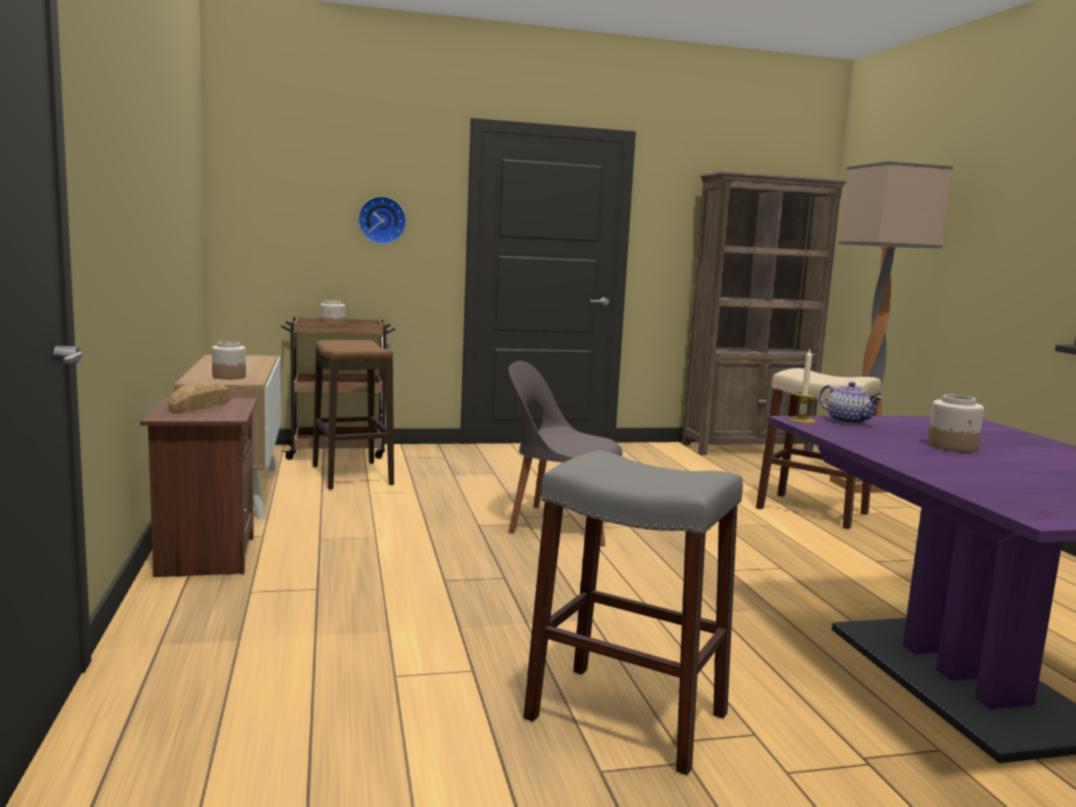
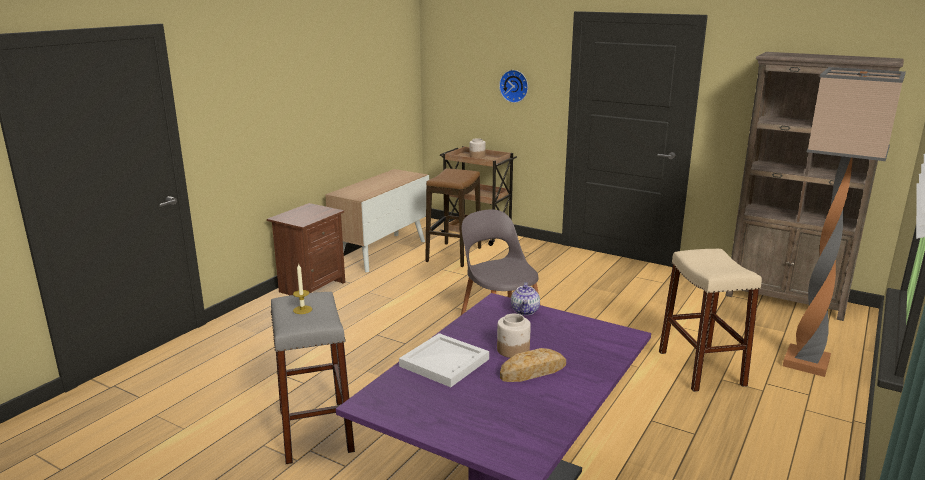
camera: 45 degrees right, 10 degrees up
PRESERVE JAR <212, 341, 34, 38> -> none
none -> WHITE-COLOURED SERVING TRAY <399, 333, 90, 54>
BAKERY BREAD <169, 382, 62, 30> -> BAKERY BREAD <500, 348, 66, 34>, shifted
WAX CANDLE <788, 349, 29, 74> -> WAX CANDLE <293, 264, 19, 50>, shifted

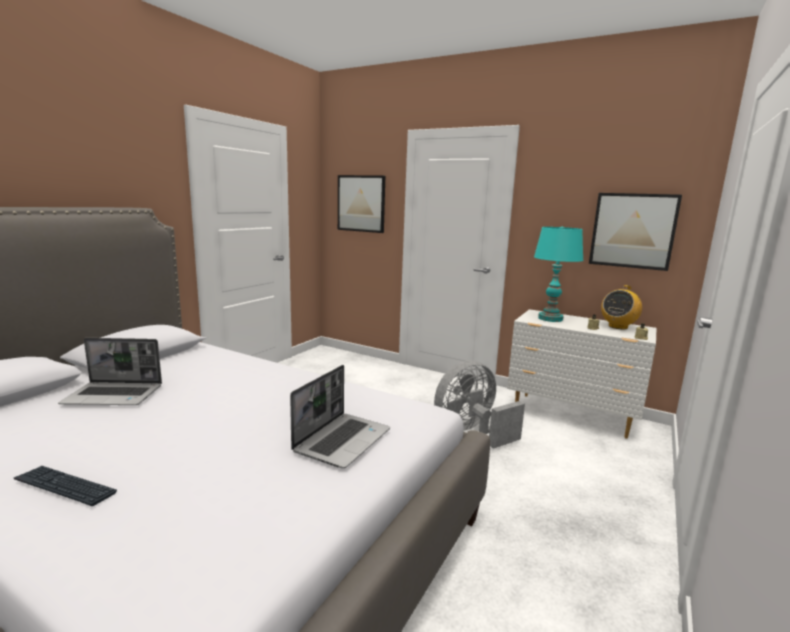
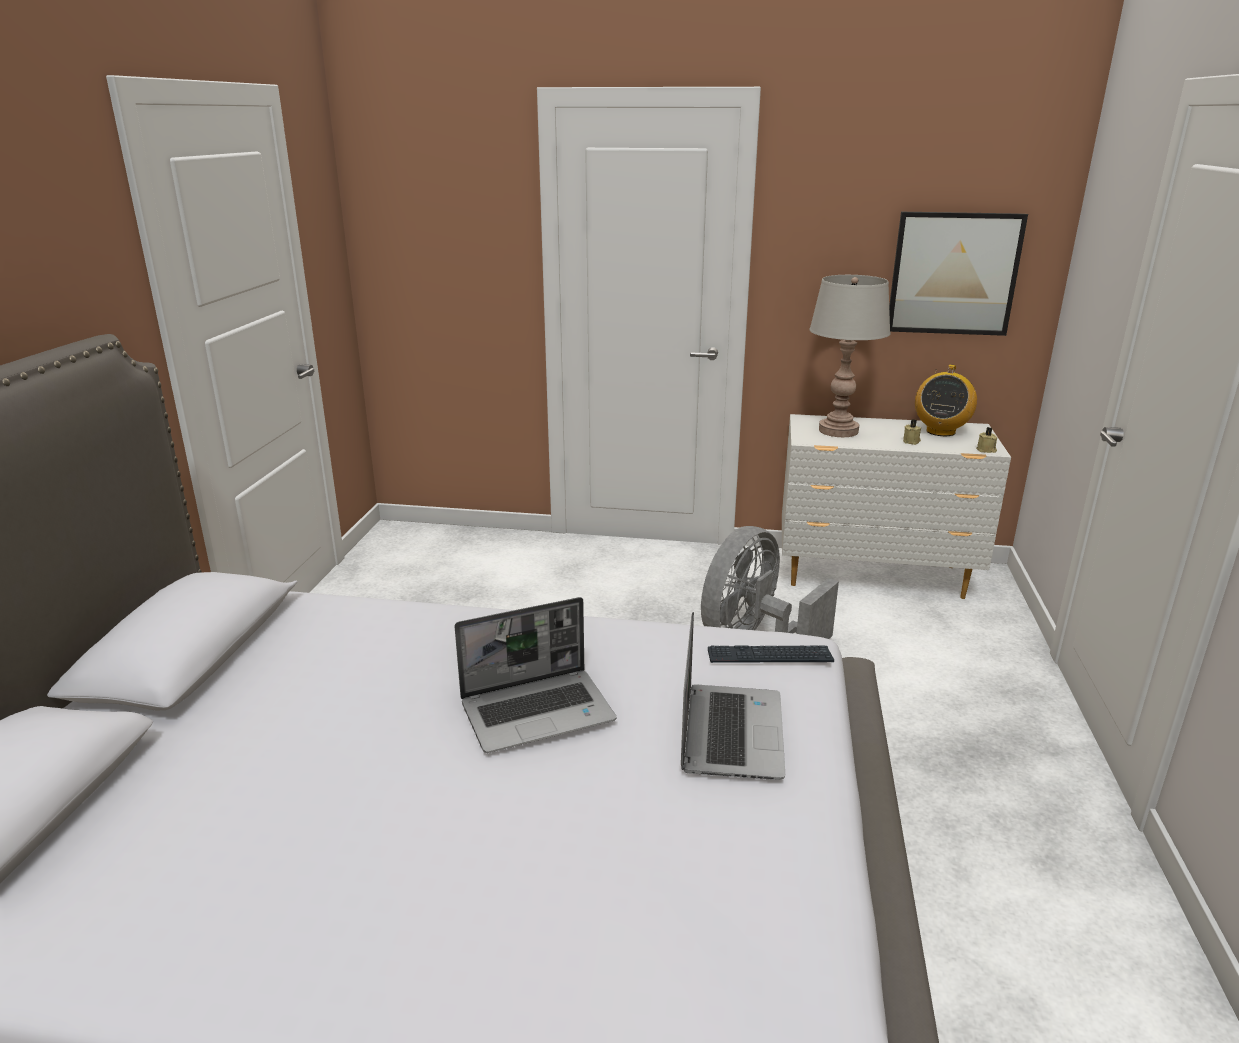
camera: 20 degrees left, 10 degrees up
WALL ART <338, 175, 47, 58> -> none
PC KEYBOARD <14, 466, 103, 40> -> PC KEYBOARD <708, 645, 126, 18>, shifted
NOTEBOOK COMPUTER <58, 338, 104, 67> -> NOTEBOOK COMPUTER <455, 597, 161, 156>, shifted
TURQUOISE-COLOURED TABLETOP LAMP <534, 227, 50, 95> -> GRAY TABLETOP LAMP <809, 275, 82, 162>

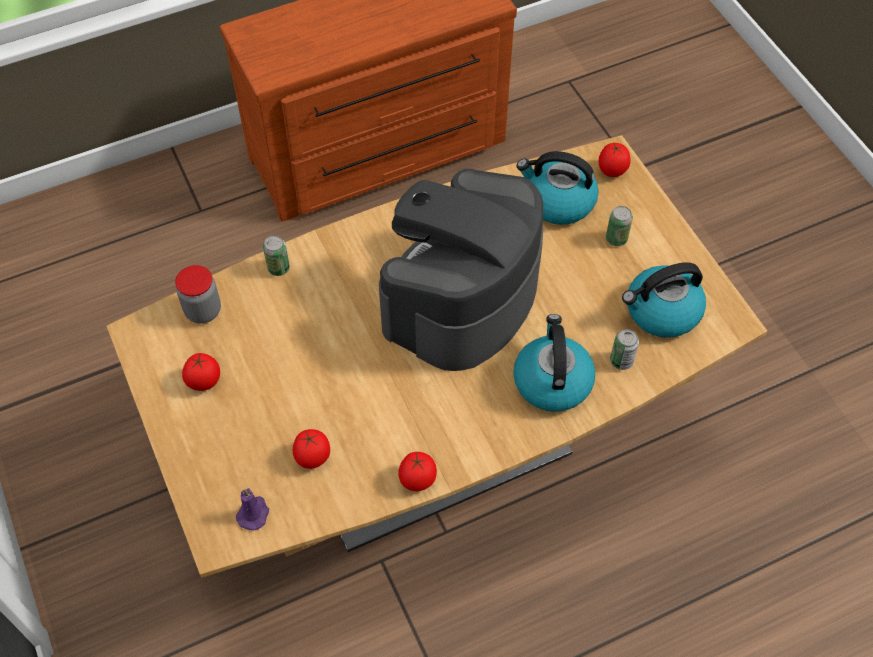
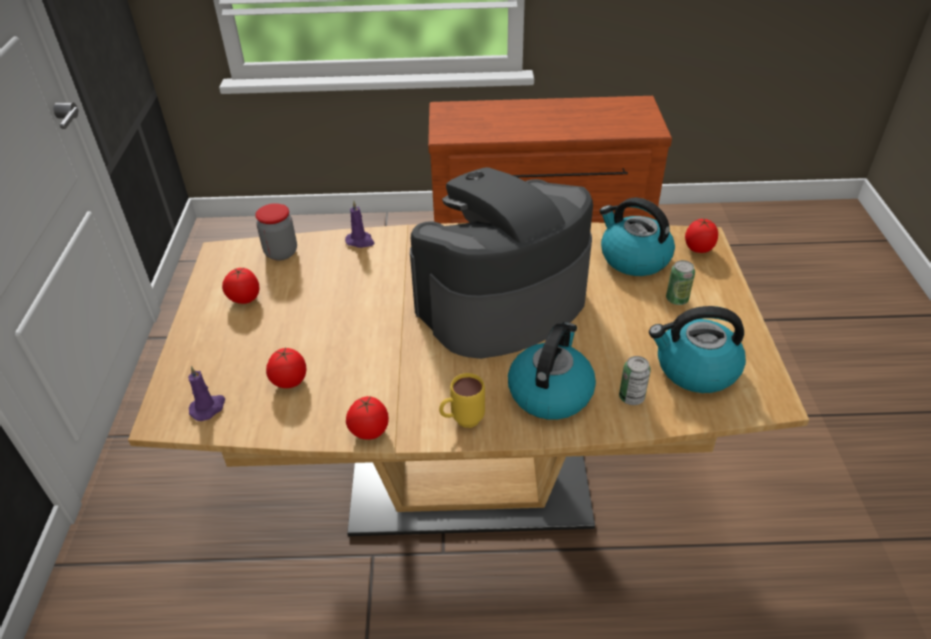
camera: 25 degrees right, 15 degrees down
none -> YELLOWISH COFFEE MUG <439, 373, 46, 55>
METAL CAN <263, 235, 27, 41> -> PURPLE WAX CANDLE <345, 201, 30, 47>

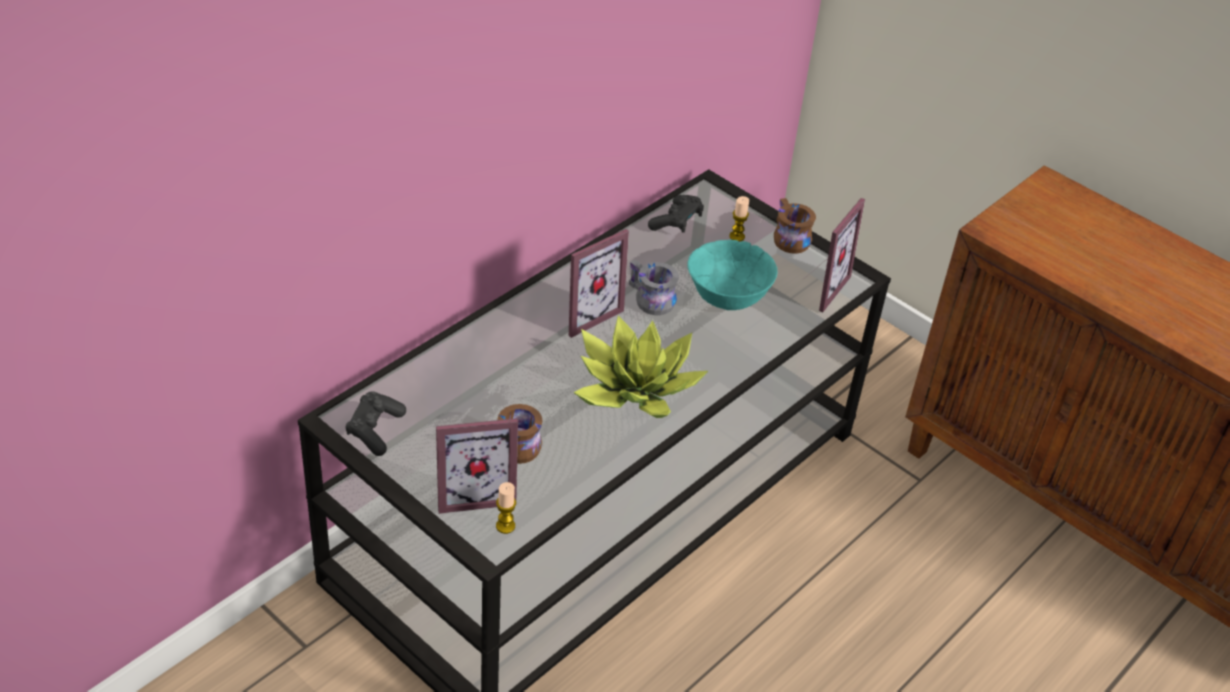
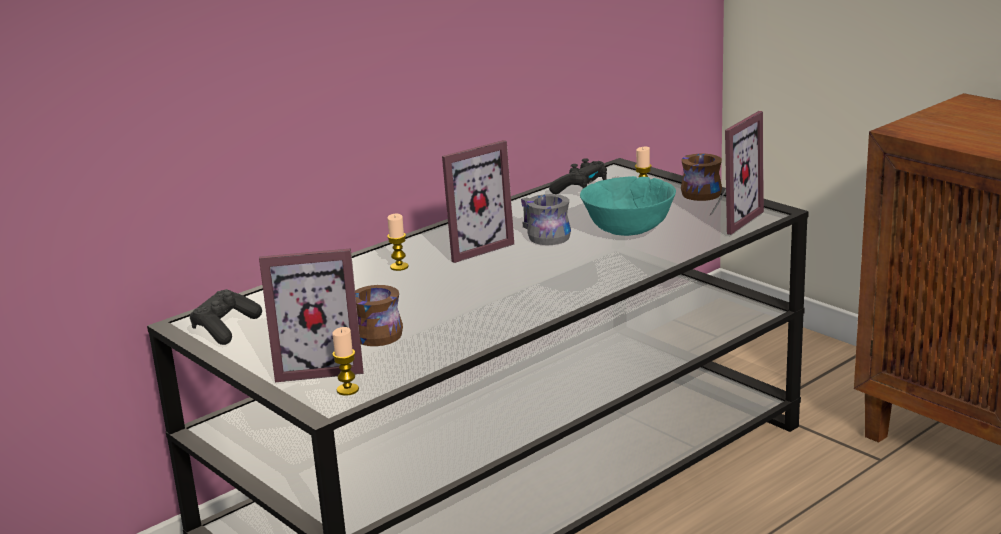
camera: 10 degrees right, 20 degrees down
HOUSEPLANT <573, 316, 135, 102> -> none
none -> WAX CANDLE <387, 214, 22, 57>

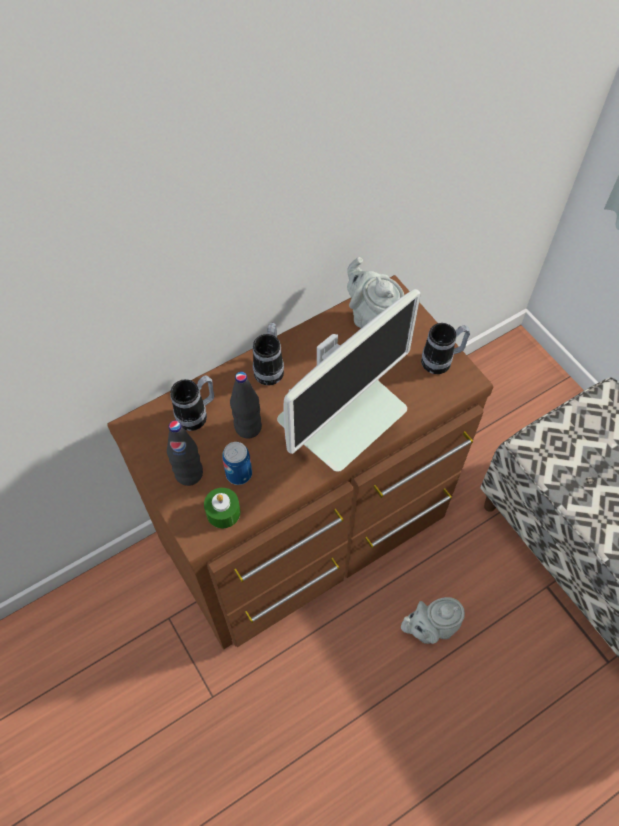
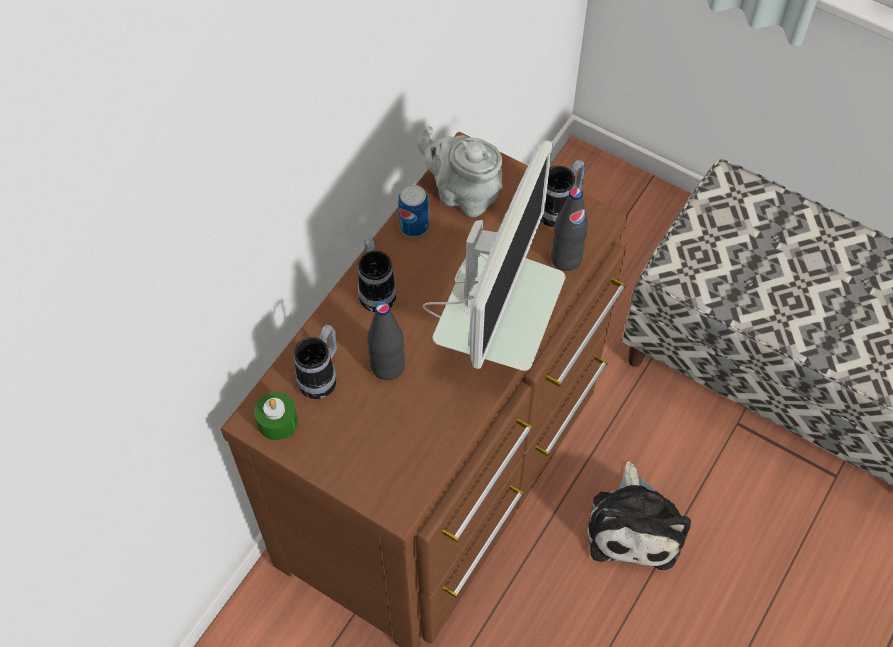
camera: 25 degrees left, 0 degrees up
BLACK DRINK BOTTLE <167, 420, 36, 66> -> BLACK DRINK BOTTLE <551, 187, 37, 84>, shifted
GREENISH WAX CANDLE <204, 488, 36, 40> -> GREENISH WAX CANDLE <254, 392, 44, 48>, shifted
METAL CAN <222, 442, 30, 43> -> METAL CAN <398, 185, 31, 52>, shifted
GRAY TEA POT <401, 597, 64, 47> -> CUDDLY TOY <587, 461, 104, 109>

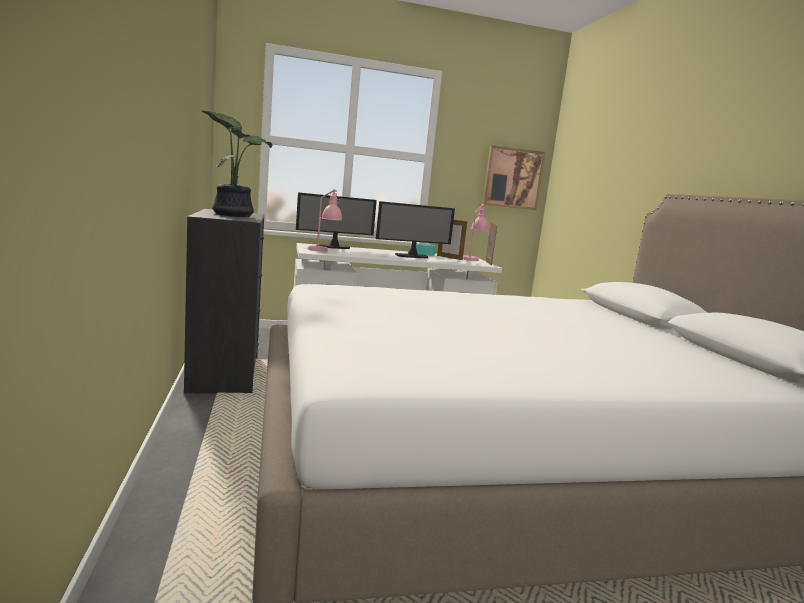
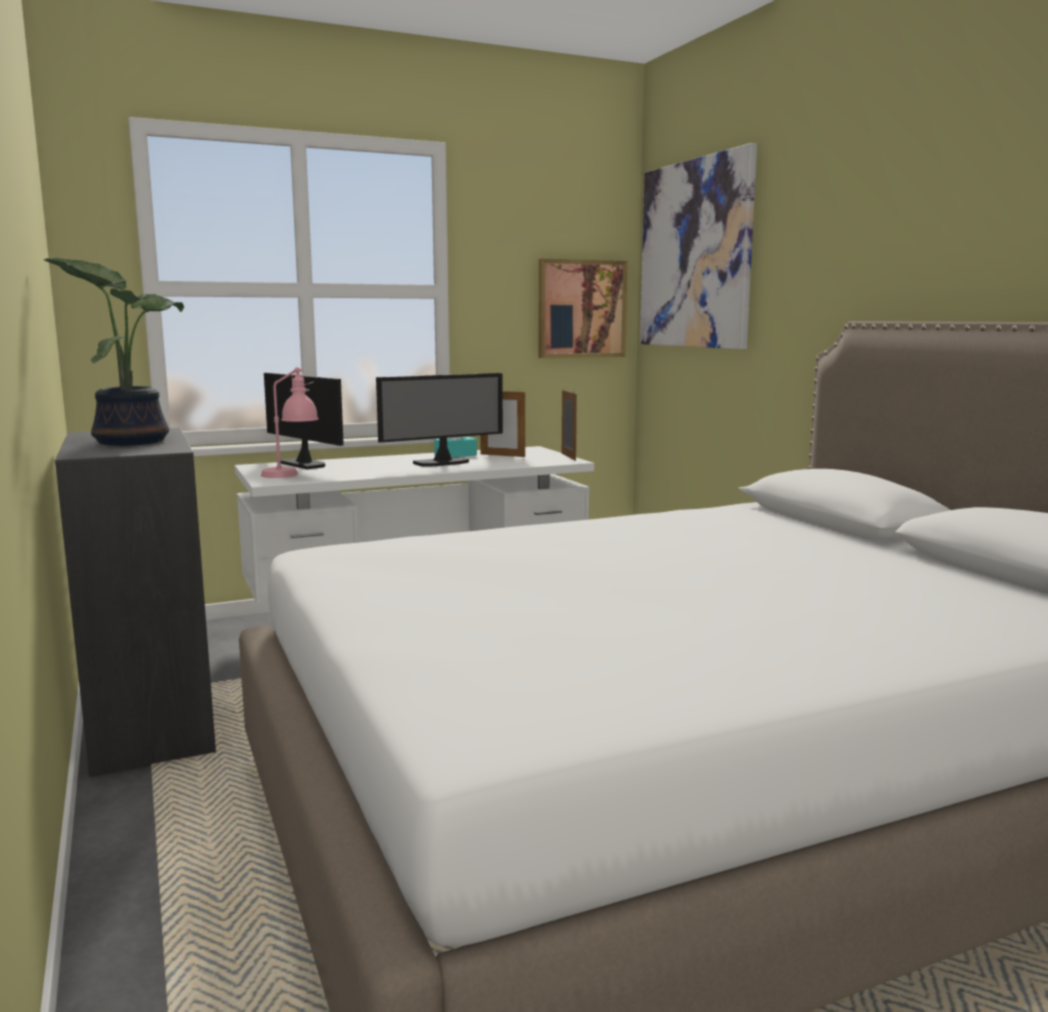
camera: 10 degrees left, 0 degrees up
PINK-COLOURED TABLETOP LAMP <463, 204, 26, 57> -> none
none -> WALL ART <640, 143, 117, 206>
COMPUTER SCREEN <296, 192, 81, 57> -> COMPUTER SCREEN <264, 373, 80, 96>, 105 degrees counterclockwise

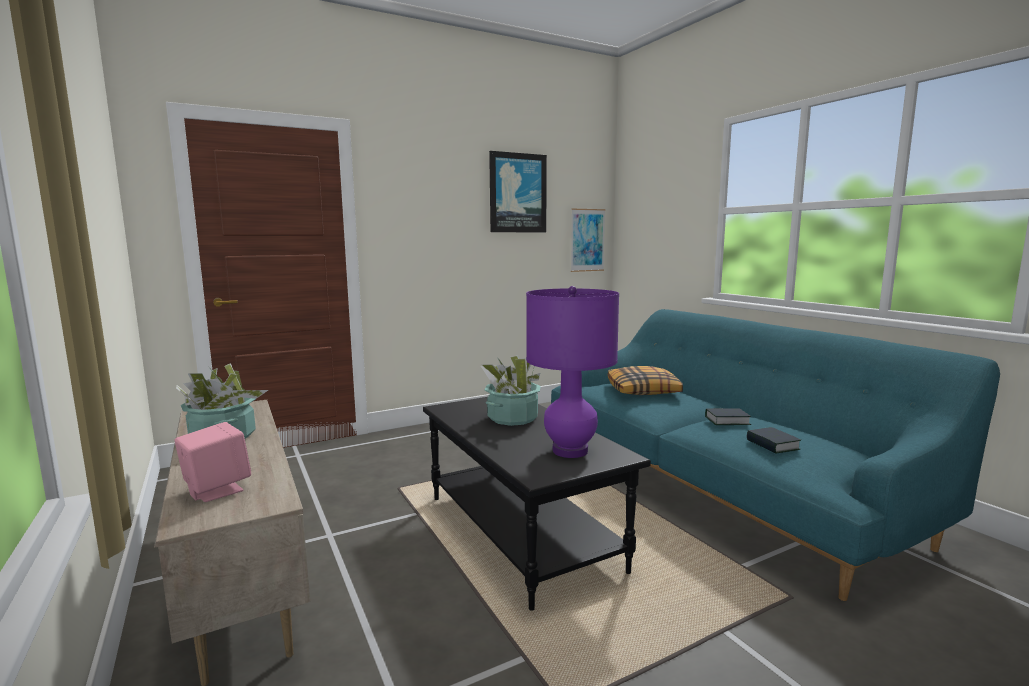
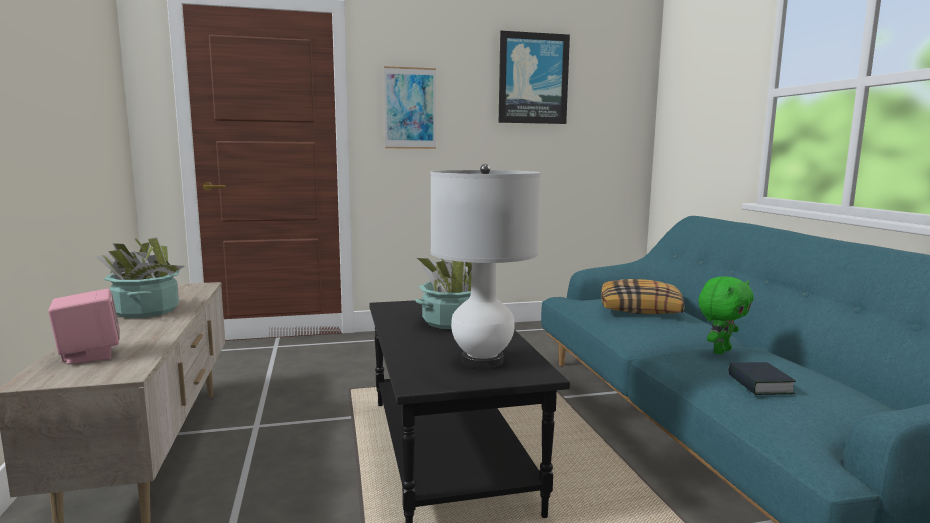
camera: 15 degrees right, 0 degrees up
WALL ART <571, 209, 34, 63> -> WALL ART <384, 66, 52, 83>, shifted
BOOK <705, 408, 46, 17> -> GREENISH CUDDLY TOY <698, 276, 56, 78>
PURPLE TABLETOP LAMP <526, 286, 93, 172> -> WHITE-COLOURED TABLETOP LAMP <430, 164, 110, 205>

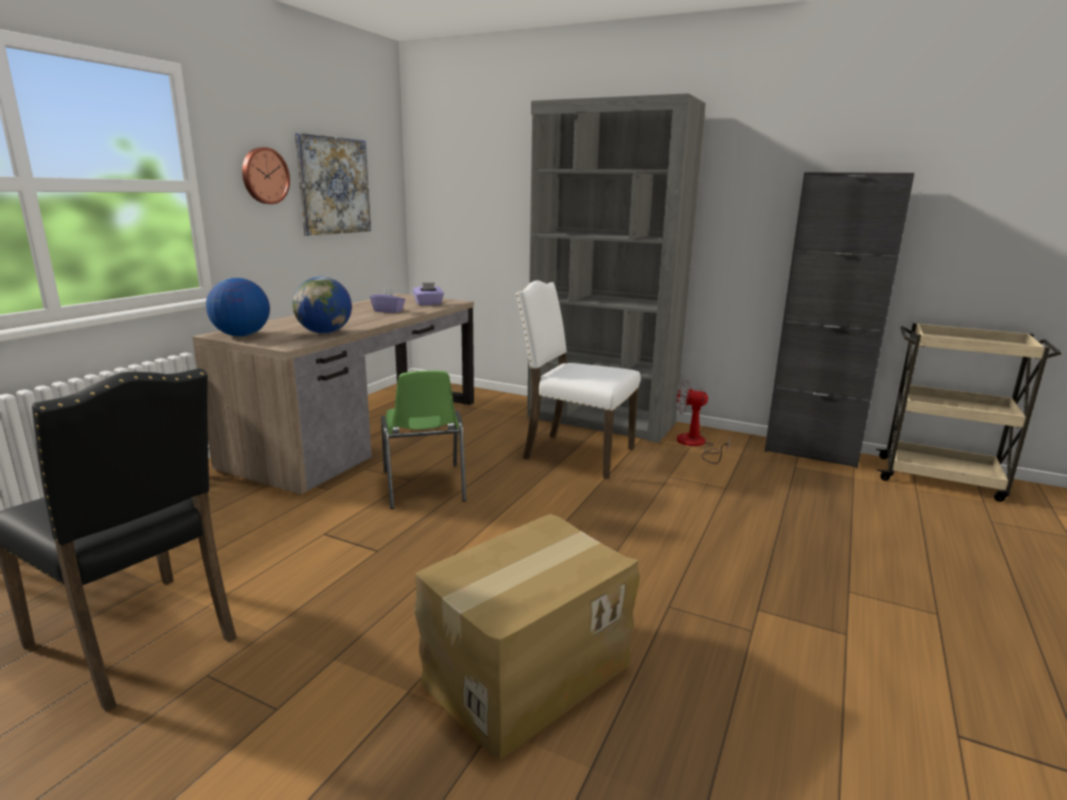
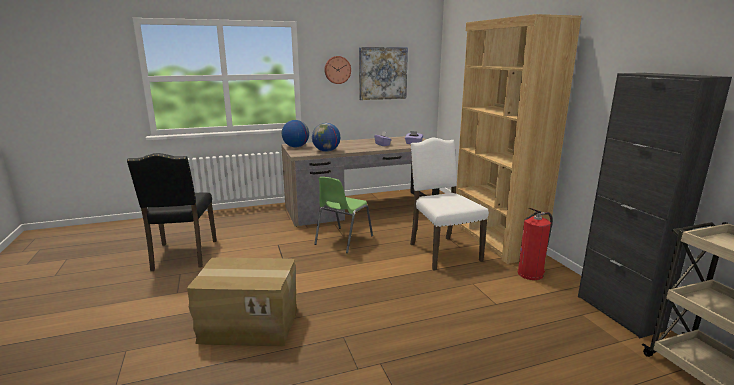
camera: 45 degrees right, 0 degrees up
FAN <675, 379, 55, 85> -> EXTINGUISHER <518, 208, 35, 72>
GRAY BOOKSHELF <527, 93, 179, 350> -> BROWN BOOKSHELF <456, 14, 126, 250>

